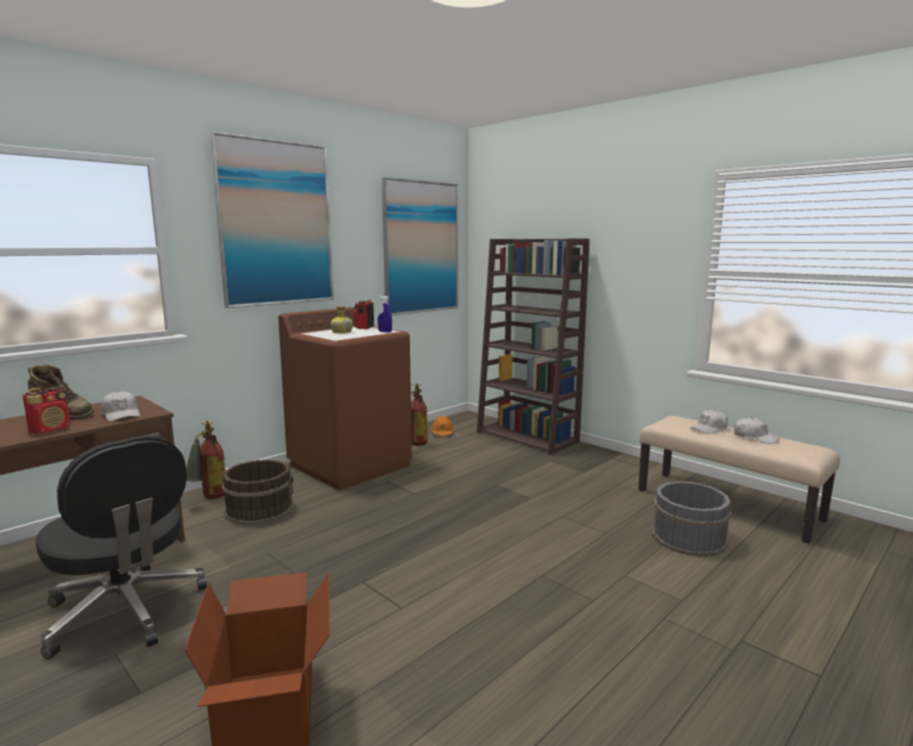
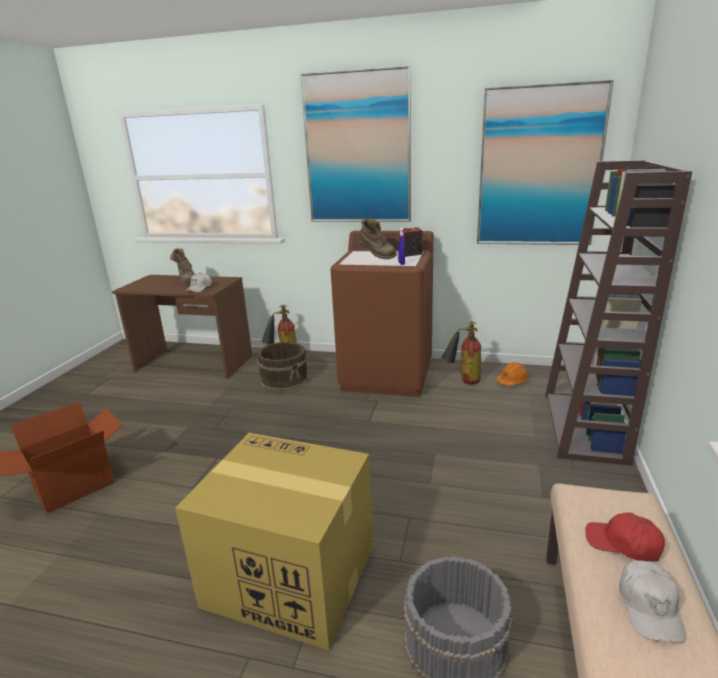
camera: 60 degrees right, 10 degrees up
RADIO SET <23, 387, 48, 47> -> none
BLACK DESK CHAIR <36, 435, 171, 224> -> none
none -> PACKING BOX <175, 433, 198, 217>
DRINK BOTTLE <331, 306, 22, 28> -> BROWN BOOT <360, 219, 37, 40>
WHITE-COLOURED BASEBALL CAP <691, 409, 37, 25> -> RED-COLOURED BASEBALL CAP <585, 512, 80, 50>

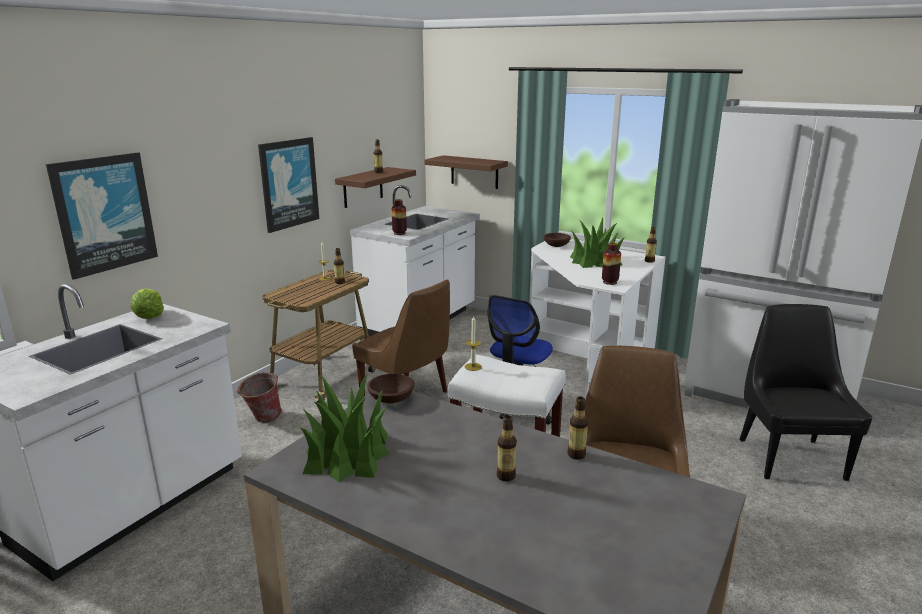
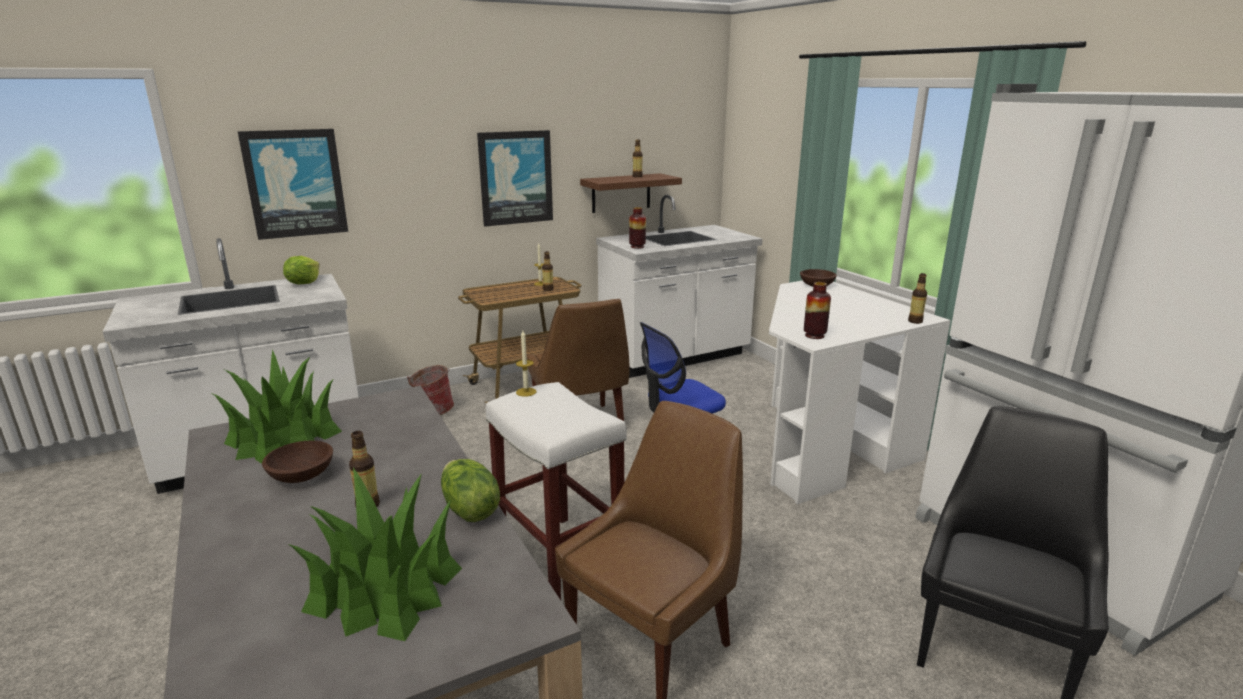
camera: 30 degrees right, 0 degrees up
BROWN SHELF <424, 155, 84, 34> -> none
BROWN BOWL <367, 374, 48, 29> -> BROWN BOWL <262, 441, 71, 42>, shifted
HOUSEPLANT <570, 218, 55, 50> -> HOUSEPLANT <288, 468, 174, 173>, shifted
DRINK BOTTLE <567, 397, 21, 63> -> HEAD OF LETTUCE <441, 459, 59, 63>

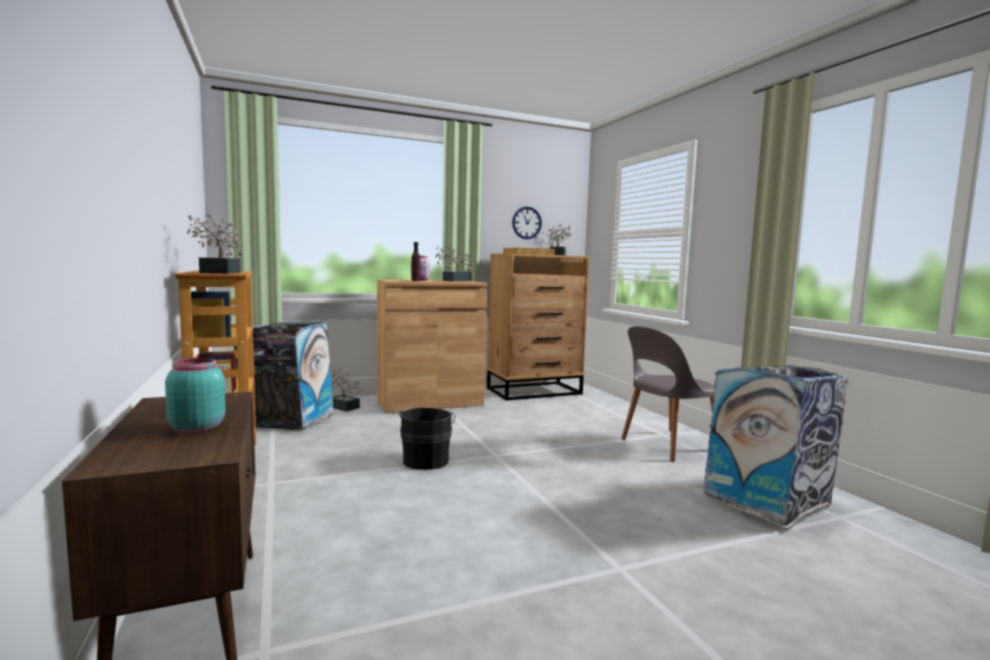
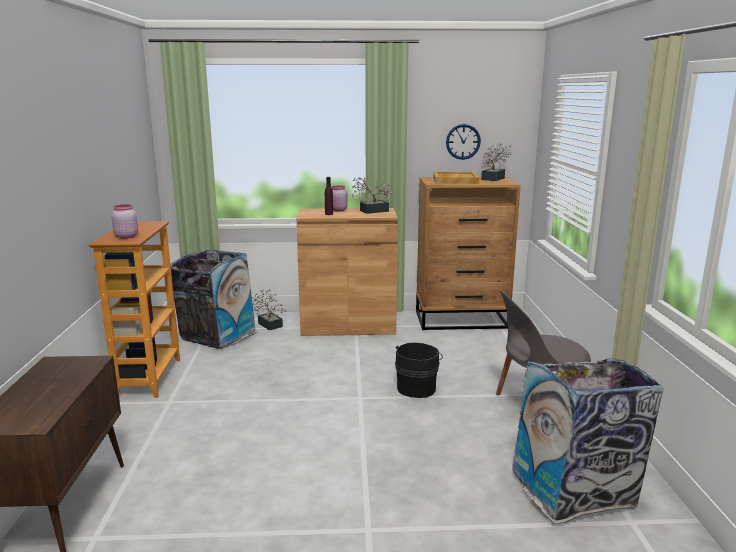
camera: 20 degrees right, 10 degrees up
TURQUOISE-COLOURED PRESERVE JAR <165, 358, 60, 75> -> none
BLACK BUCKET <399, 408, 56, 62> -> BLACK BUCKET <395, 342, 48, 56>, shifted
HOUSEPLANT <187, 213, 55, 61> -> PINK-COLOURED PRESERVE JAR <111, 205, 27, 34>

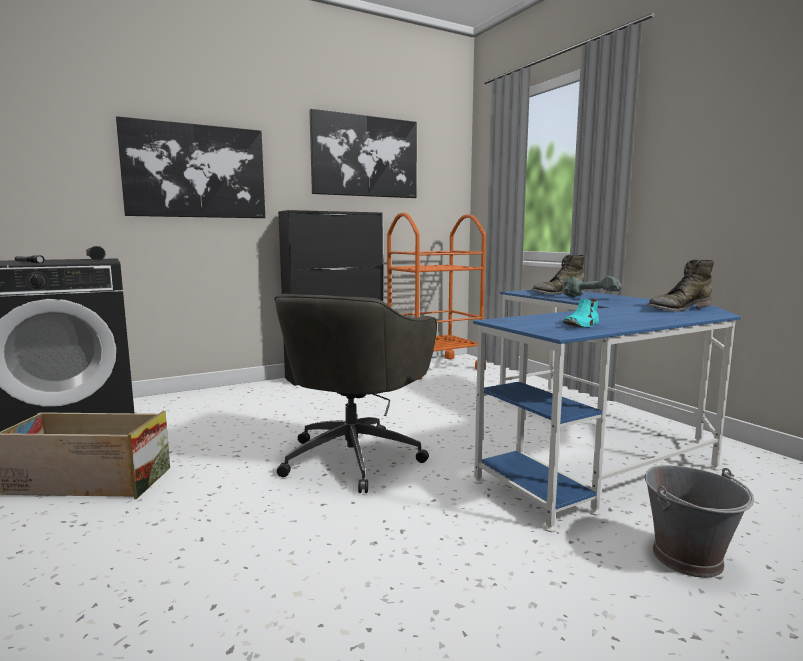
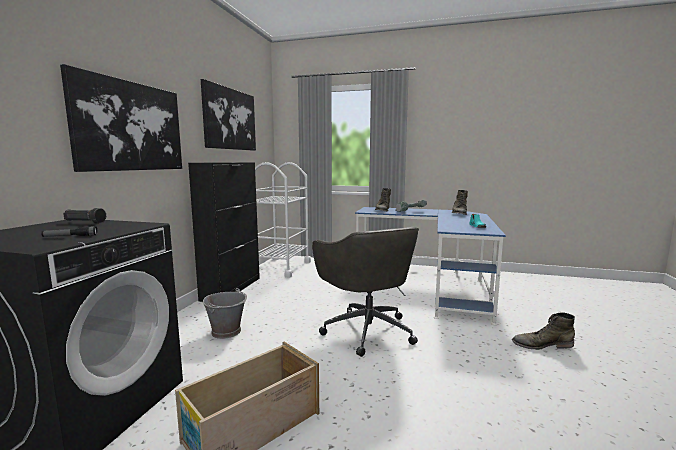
camera: 45 degrees left, 0 degrees up
none -> GREENISH BOOT <512, 312, 63, 38>
GRAY BUCKET <645, 465, 109, 113> -> GRAY BUCKET <203, 288, 44, 51>, shifted
ORANGE TROLLEY <387, 212, 99, 168> -> WHITE-COLOURED TROLLEY <255, 162, 56, 116>

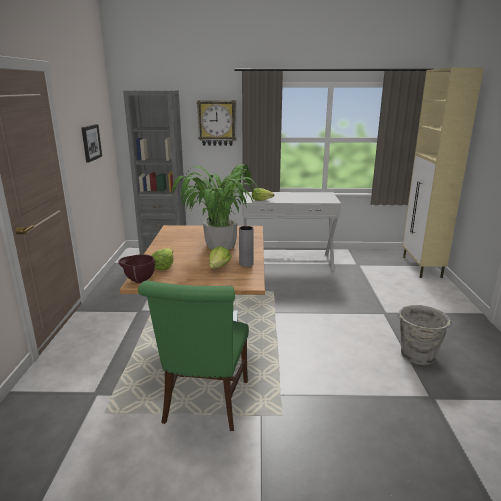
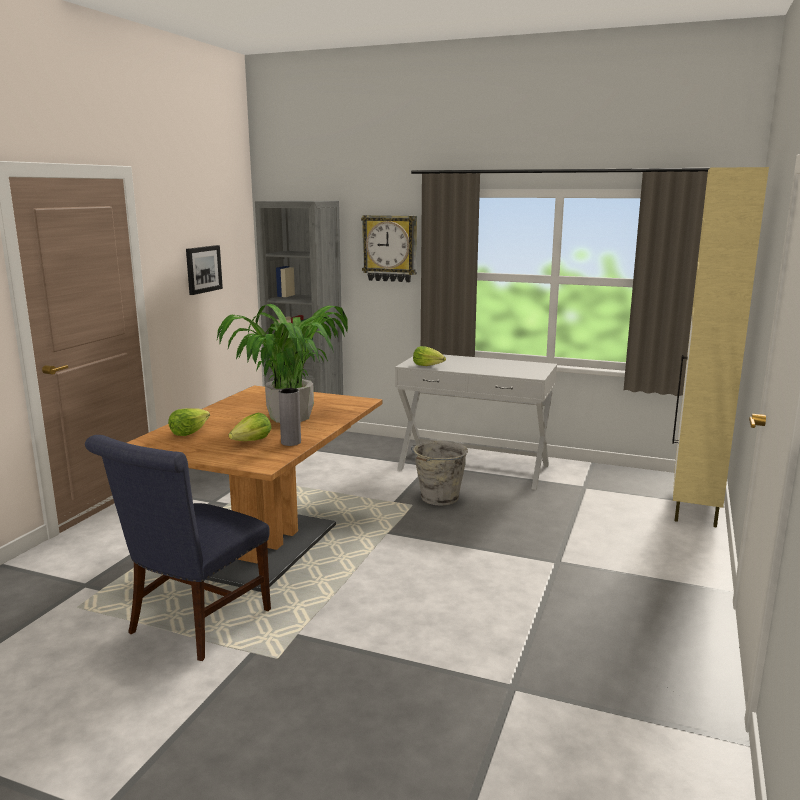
camera: 20 degrees right, 5 degrees down
BROWN BOWL <118, 254, 37, 29> -> none
GRAY BUCKET <397, 305, 56, 60> -> GRAY BUCKET <411, 440, 57, 66>, shifted
GREENISH PLAIN CHAIR <138, 281, 111, 150> -> BLUE-COLOURED PLAIN CHAIR <85, 435, 186, 226>

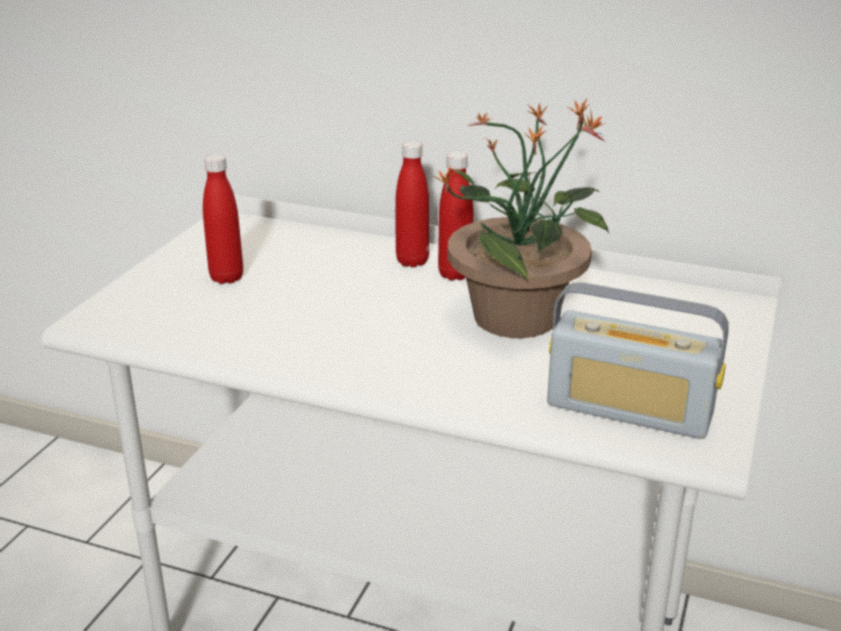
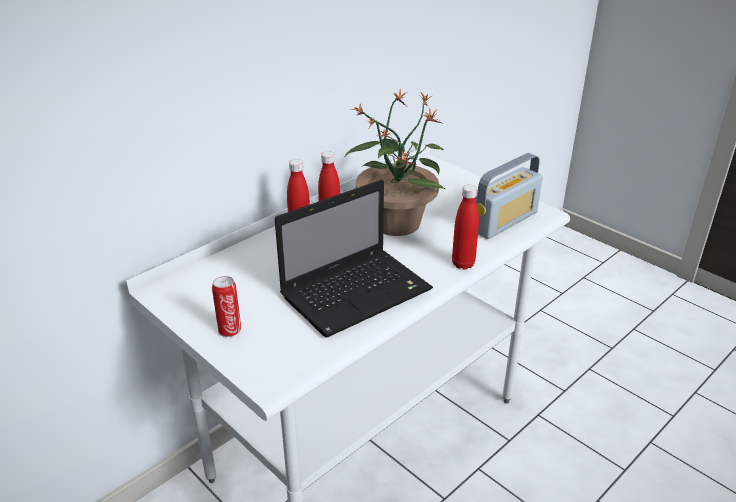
camera: 65 degrees left, 5 degrees up
none -> METAL CAN <212, 276, 29, 61>
none -> NOTEBOOK COMPUTER <275, 179, 158, 158>
RED-COLOURED DRINK BOTTLE <203, 154, 40, 130> -> RED-COLOURED DRINK BOTTLE <452, 185, 27, 85>, shifted

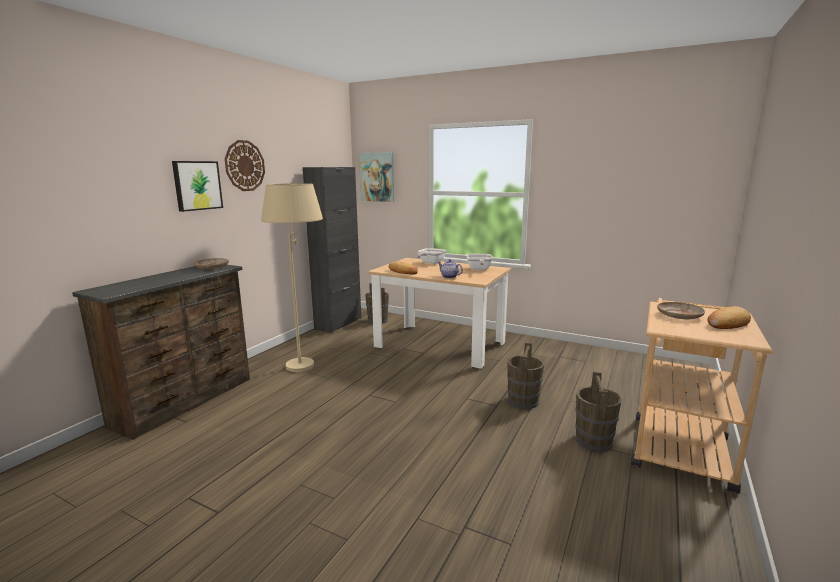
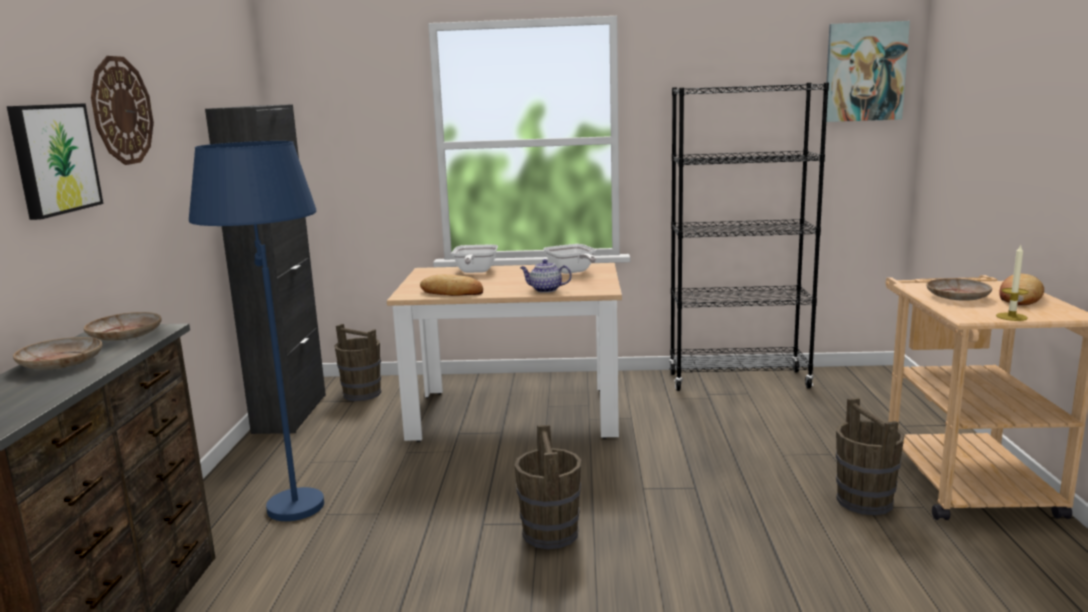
camera: 25 degrees left, 0 degrees up
none -> BEIGE-COLOURED DINNER PLATE <13, 337, 89, 33>
none -> BLACK BOOKSHELF <669, 82, 160, 309>
none -> WAX CANDLE <996, 244, 33, 77>
WALL ART <359, 152, 35, 50> -> WALL ART <826, 21, 84, 101>, shifted
BROWN BUCKET <507, 342, 37, 67> -> BROWN BUCKET <514, 424, 67, 125>, shifted
BEIGE-COLOURED FLOOR LAMP <261, 183, 62, 189> -> BLUE-COLOURED FLOOR LAMP <189, 141, 135, 380>

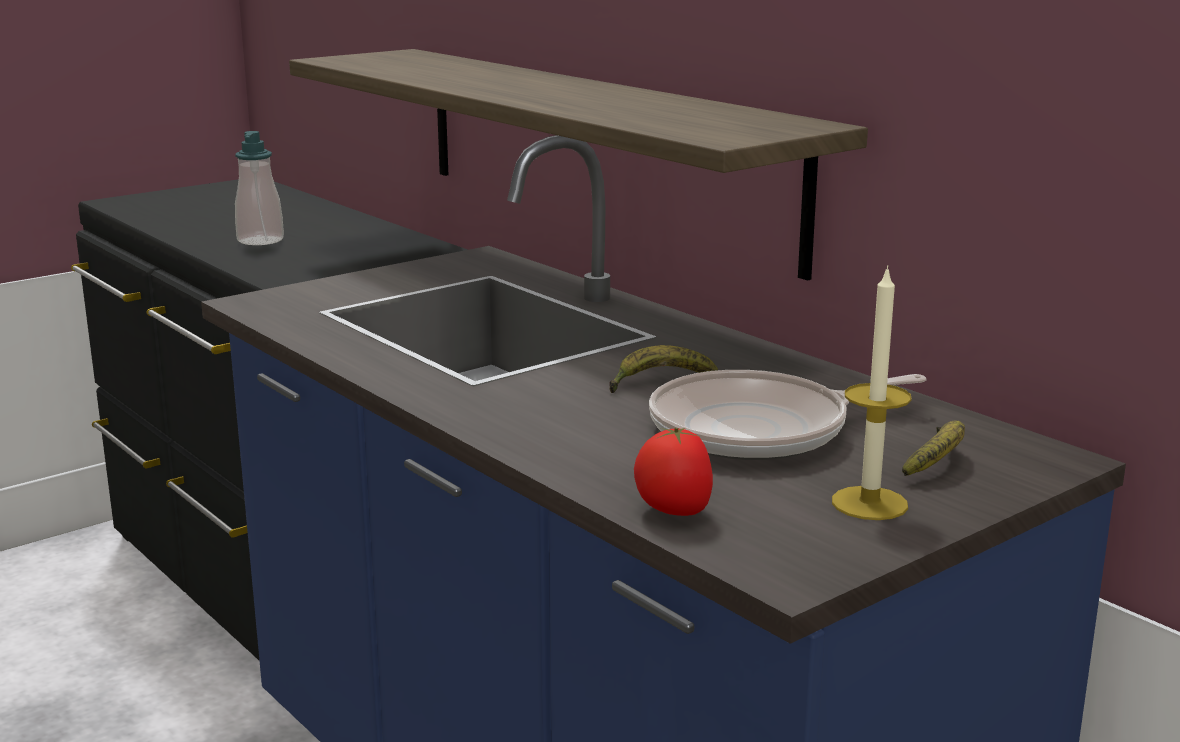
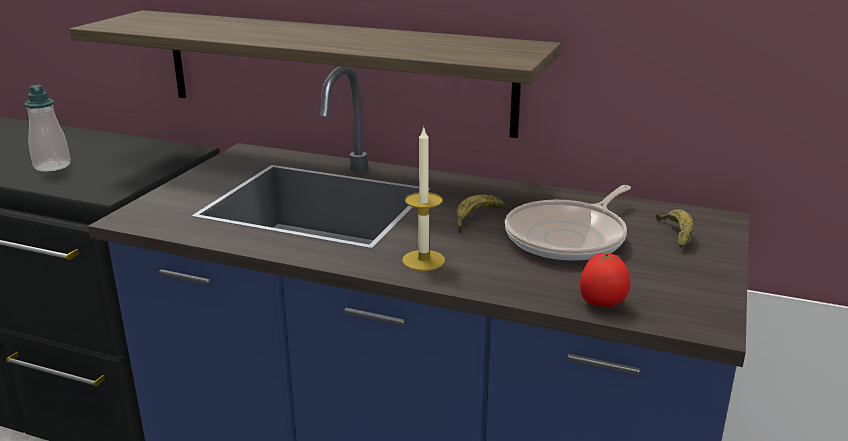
camera: 30 degrees left, 5 degrees up
WAX CANDLE <832, 265, 80, 255> -> WAX CANDLE <402, 126, 43, 145>, shifted

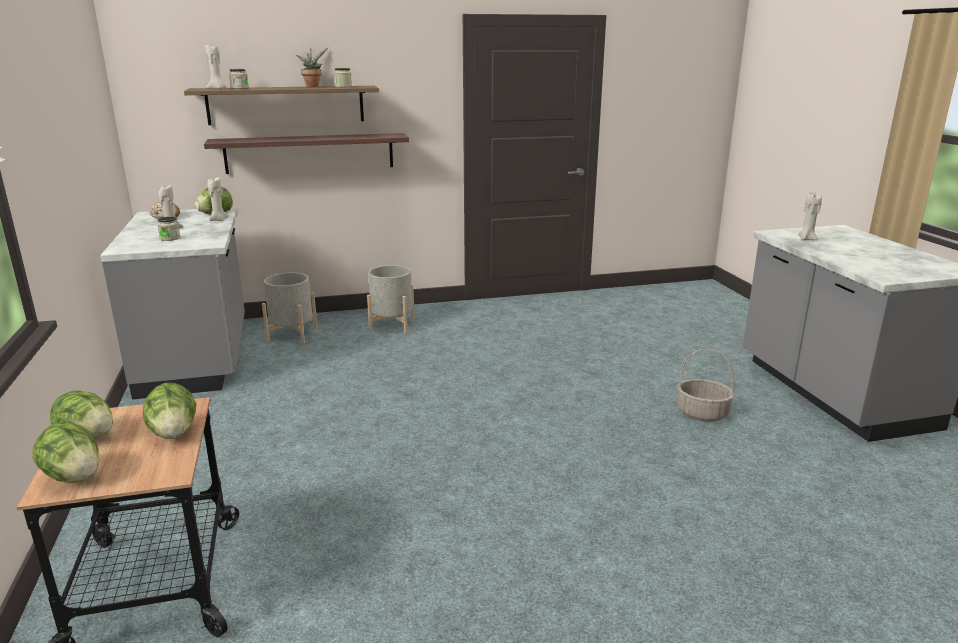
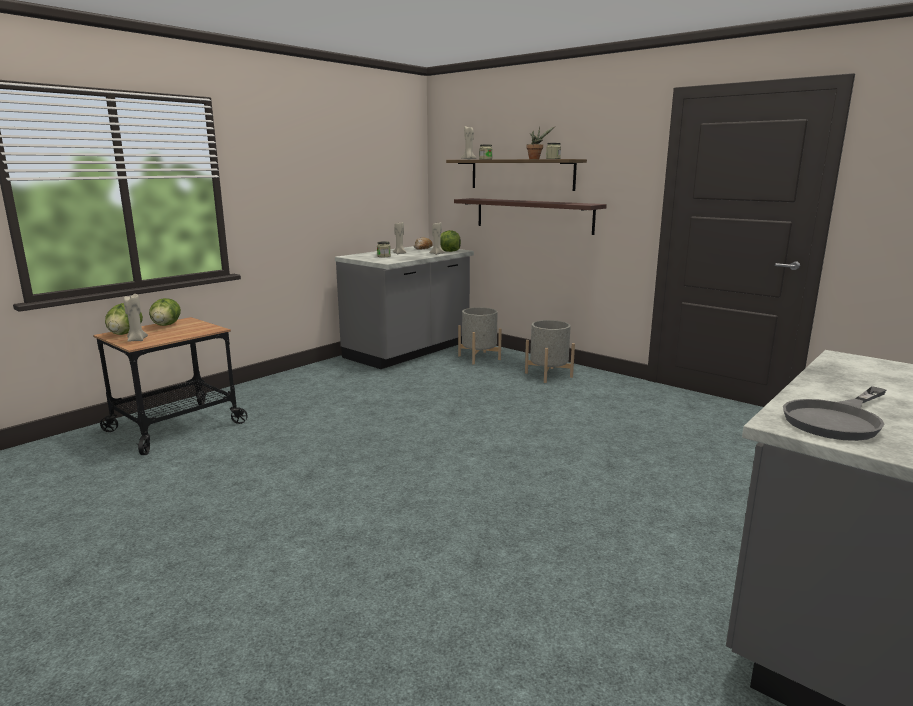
camera: 55 degrees right, 5 degrees down
HEAD OF LETTUCE <143, 383, 53, 56> -> none
BASKET <677, 349, 58, 73> -> none
none -> GRAY FRYING PAN <783, 386, 103, 55>
BEIGE-COLOURED WAX CANDLE <798, 192, 24, 48> -> BEIGE-COLOURED WAX CANDLE <124, 294, 24, 48>, shifted

